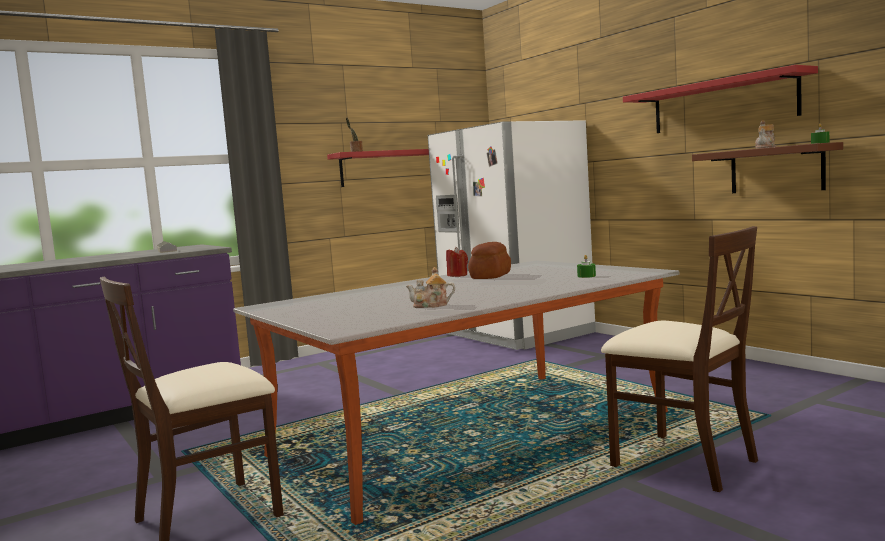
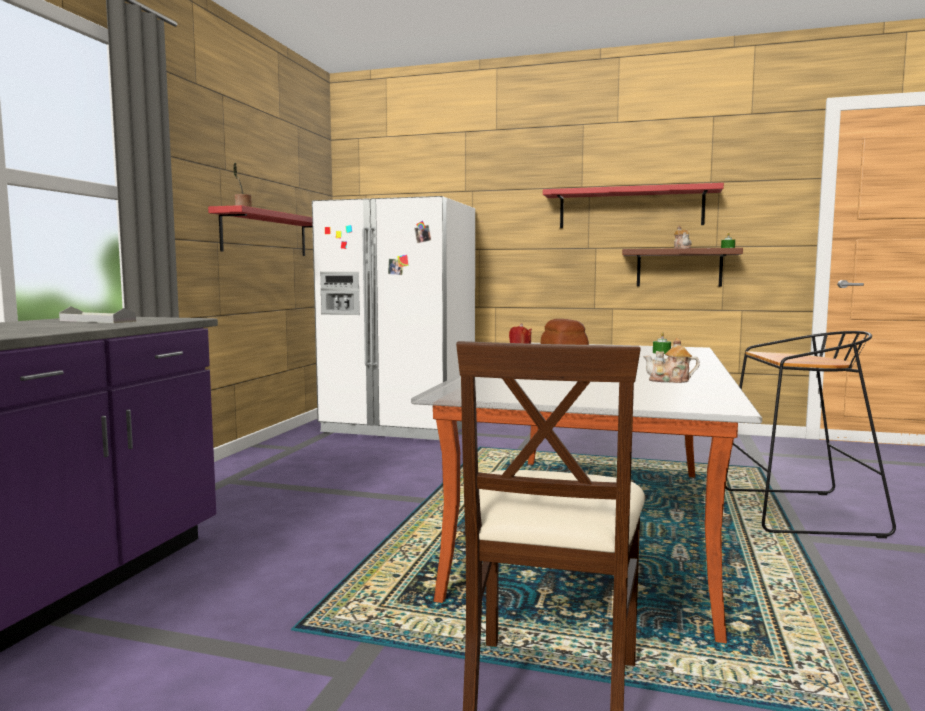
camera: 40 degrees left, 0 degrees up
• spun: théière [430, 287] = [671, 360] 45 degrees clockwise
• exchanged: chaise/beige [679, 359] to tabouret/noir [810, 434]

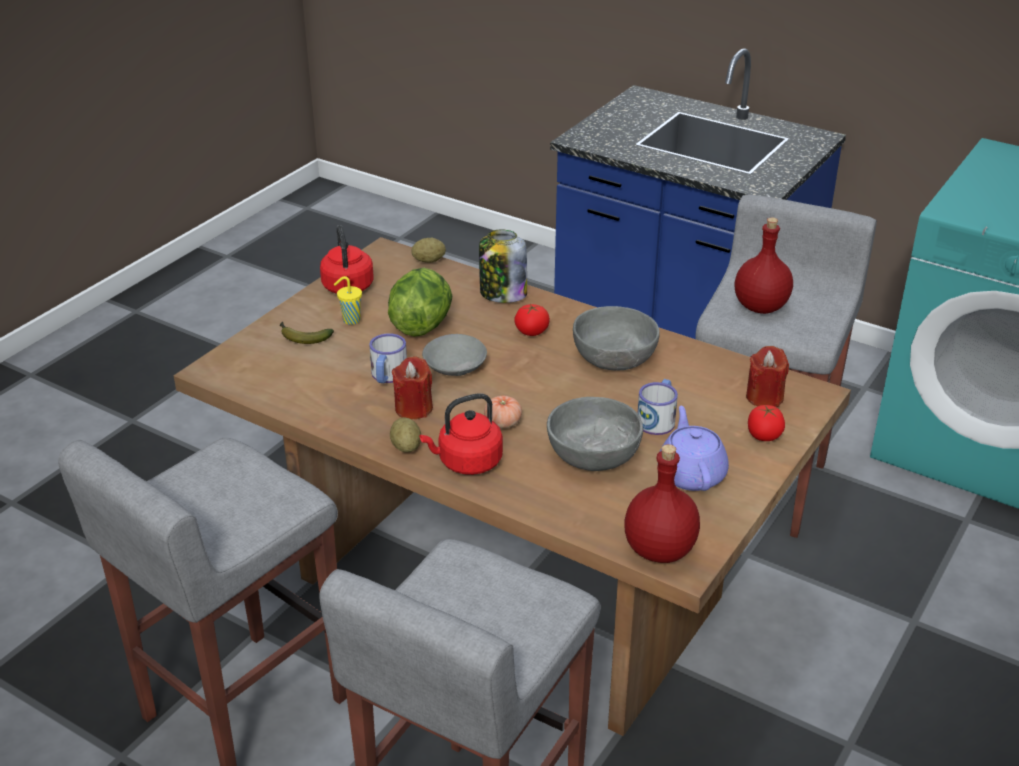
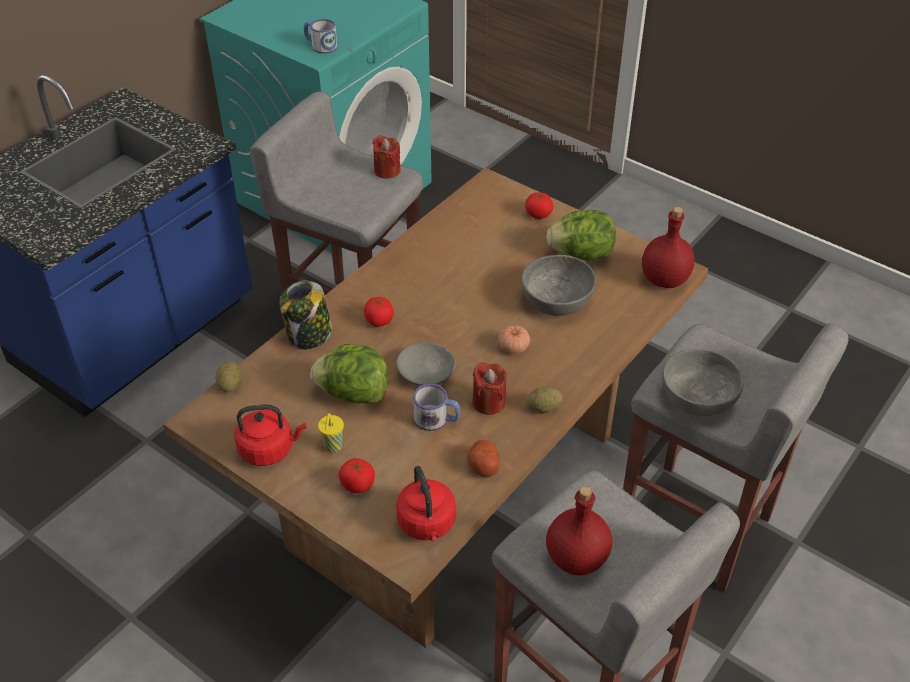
camera: 85 degrees left, 10 degrees up
• relocated: mug [658, 407] to [320, 36]
• exchanged: banane [307, 333] to tomate [357, 475]
• relocated: bougie/rouge [767, 376] to [387, 157]
• relocated: bouilloire/rouge [461, 434] to [426, 503]
• appeared: pomme de terre [483, 458]
• exchanged: théière/violet [694, 448] to laitue [581, 235]
• relocated: bouteille/rouge [764, 266] to [579, 530]
• relocated: bol/gris [616, 338] to [703, 382]

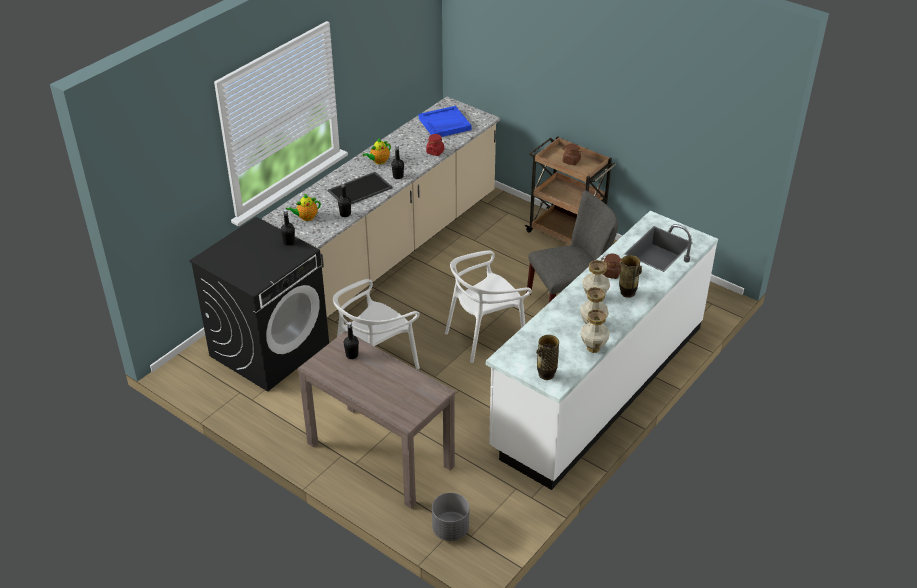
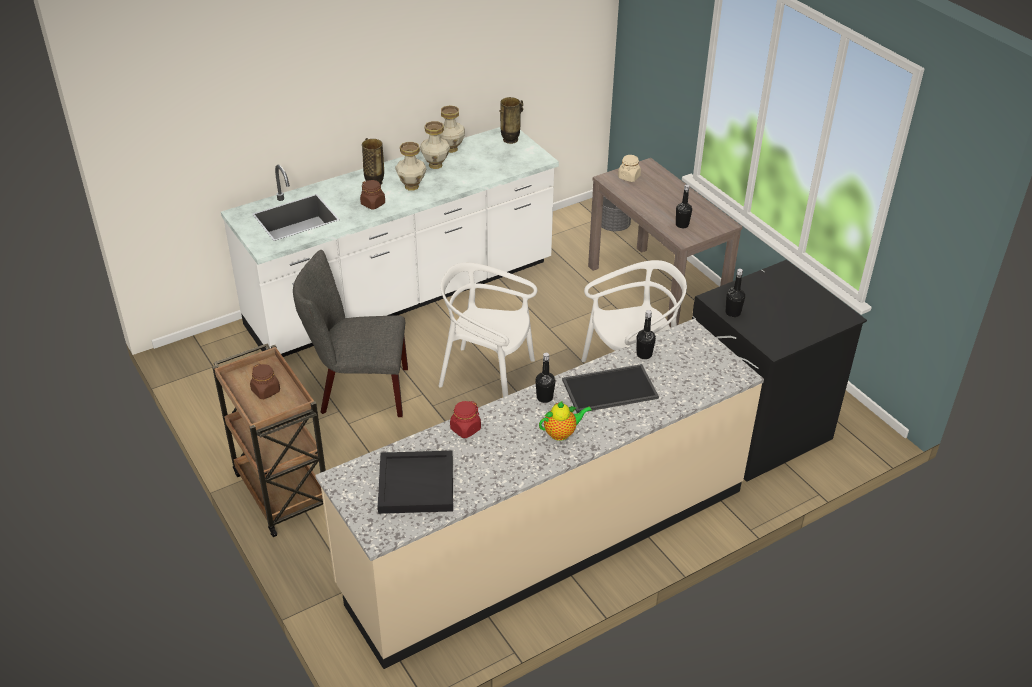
camera: 160 degrees left, 0 degrees up
• colour: plateau/bleu [445, 121] to plateau/noir [415, 482]
• spun: chaise/blanc [488, 307] = [488, 330] 150 degrees counterclockwise
• appeared: bocal/beige [629, 168]
• missing: théière [303, 207]

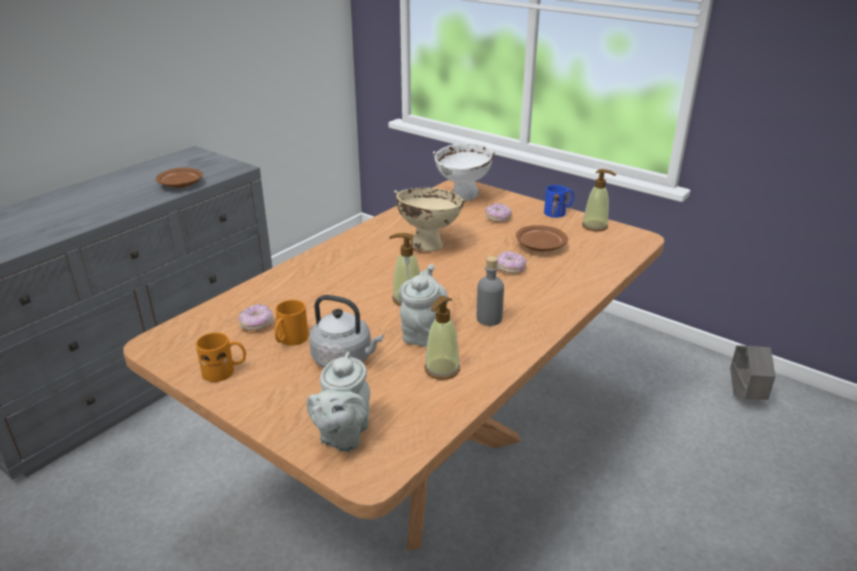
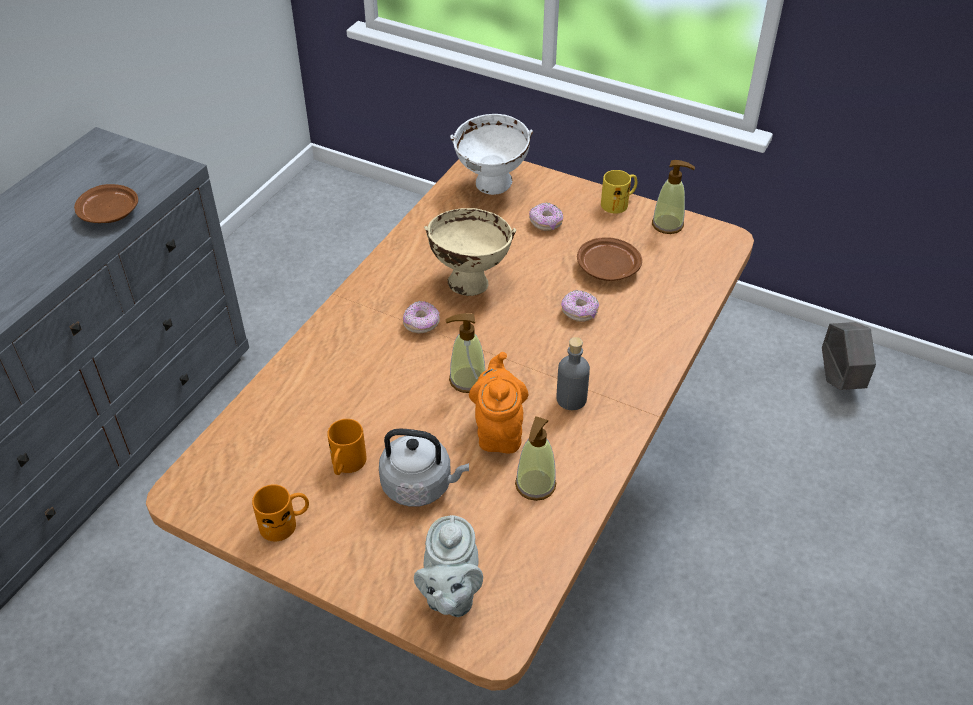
camera: 10 degrees left, 15 degrees up
• relocated: beignet [255, 317] to [421, 317]
• colour: théière/gris [423, 305] to théière/orange [498, 402]
• colour: mug/bleu [559, 201] to mug/jaune [619, 192]

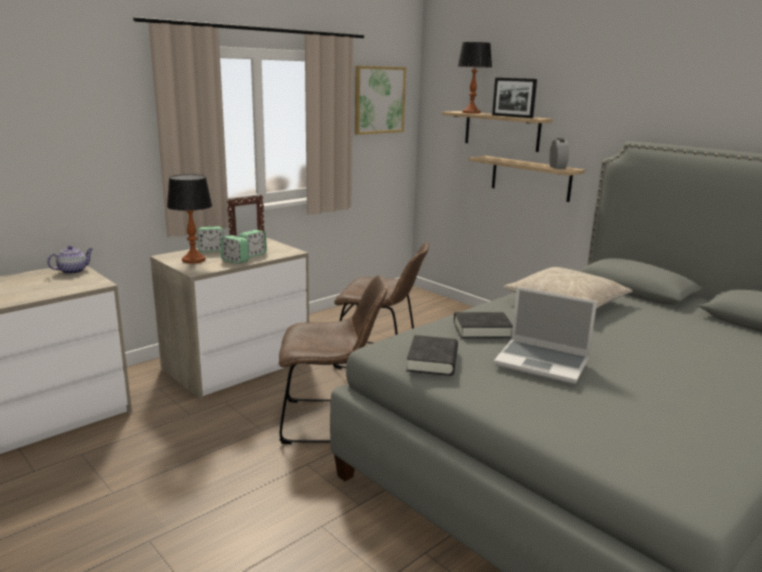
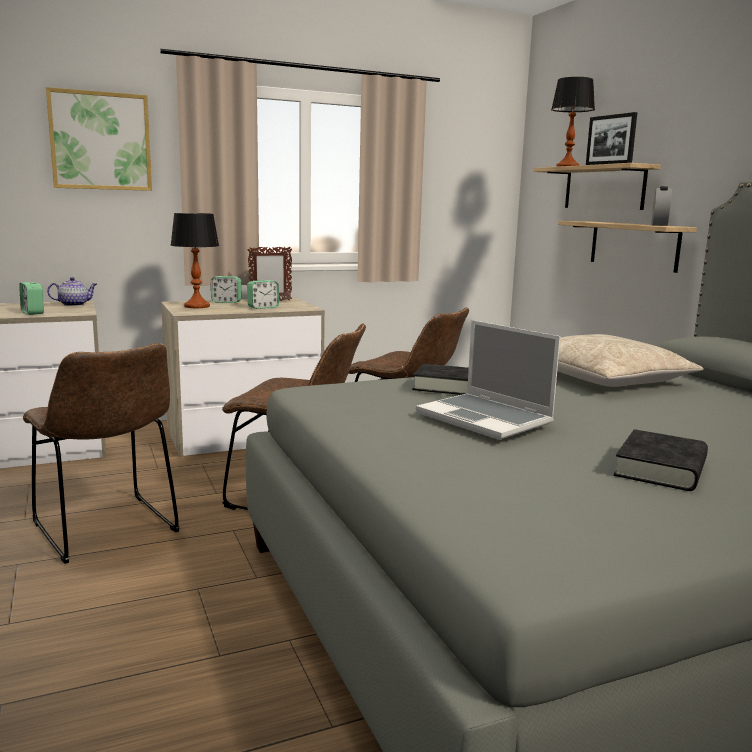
camera: 20 degrees right, 5 degrees down
• relocated: réveil [235, 249] to [31, 298]
• appeared: chaise/marron [101, 453]
• relocated: tableau [380, 100] to [99, 139]
• relocated: livre/noir [432, 355] to [661, 460]

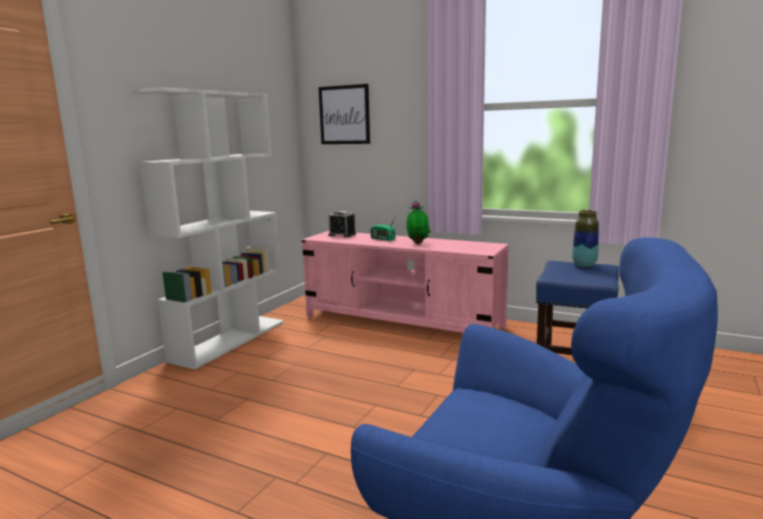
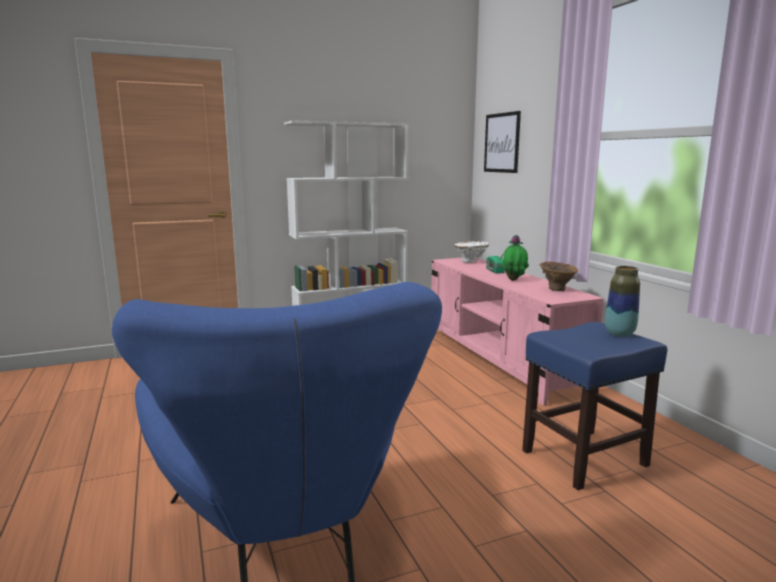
camera: 40 degrees right, 0 degrees up
• exchanged: réveil [342, 224] to vase/blanc [472, 252]
• appeared: vase/marron [559, 276]

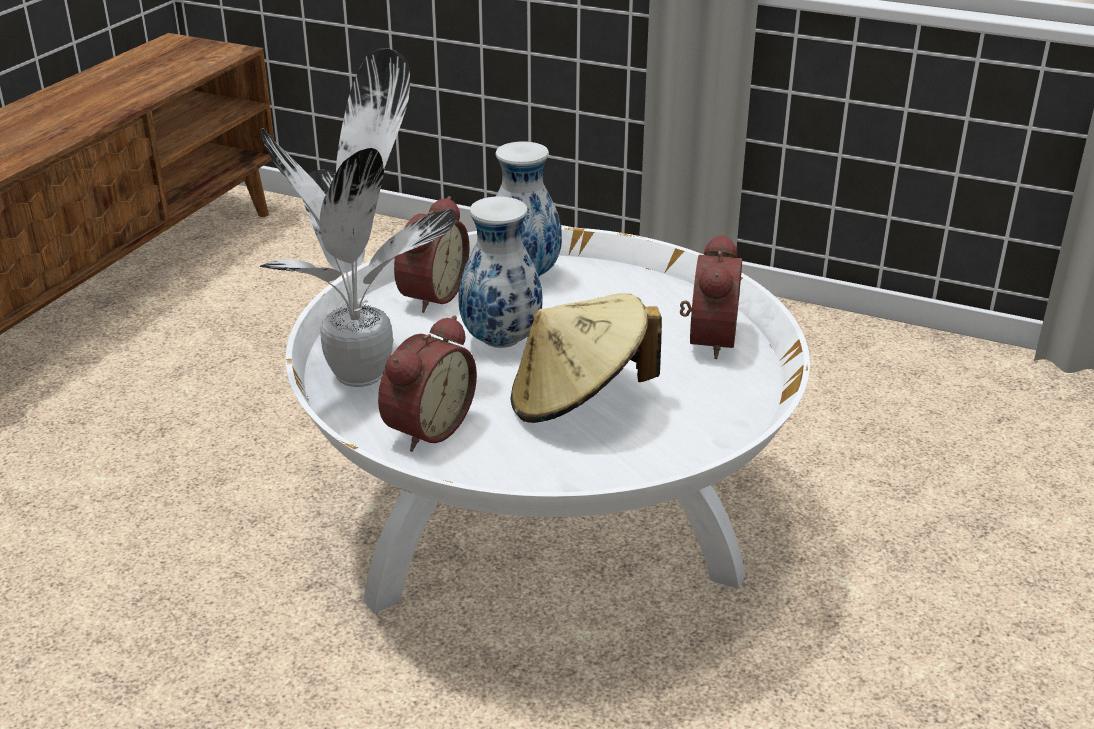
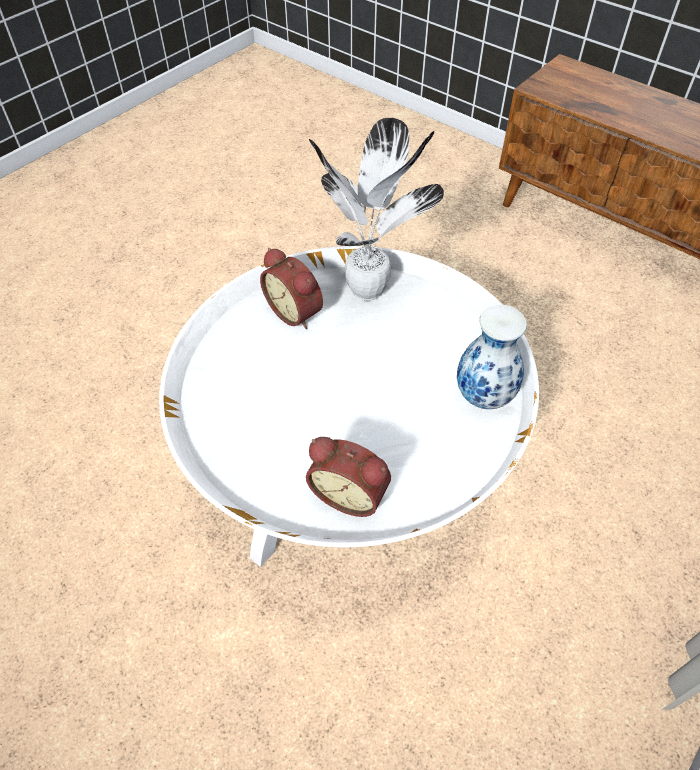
camera: 105 degrees right, 20 degrees up
• missing: réveil [431, 254]
• missing: vase [500, 272]
• missing: chapeau/beige [586, 358]

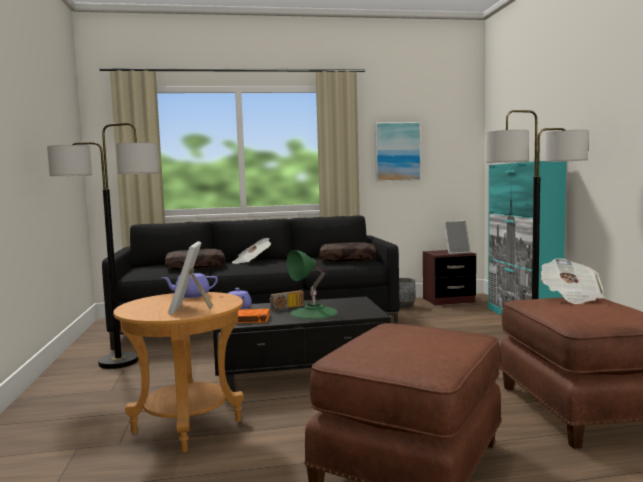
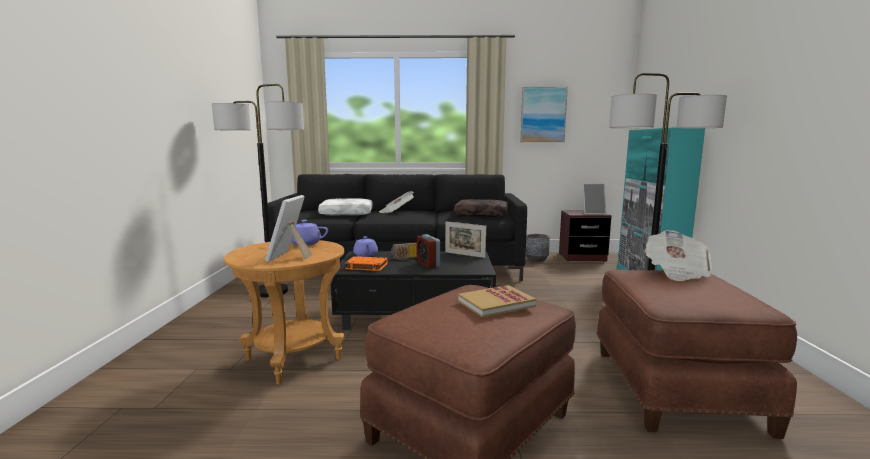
camera: 10 degrees right, 5 degrees up
• colour: coussin/marron [195, 259] to coussin/blanc [345, 207]
• exchanged: lampe de table/vert [312, 284] to réveil [428, 251]
• appeared: cadre photo [465, 240]
• appeared: livre [496, 301]

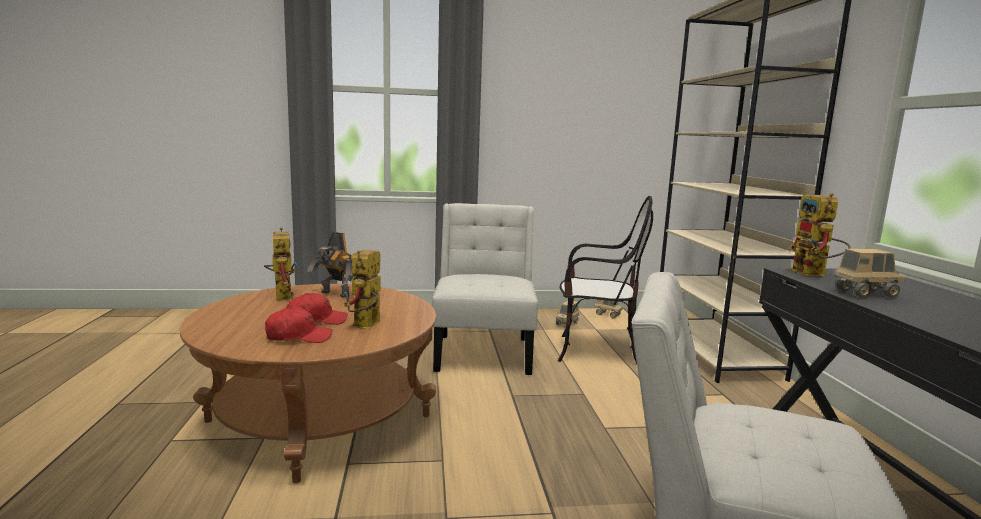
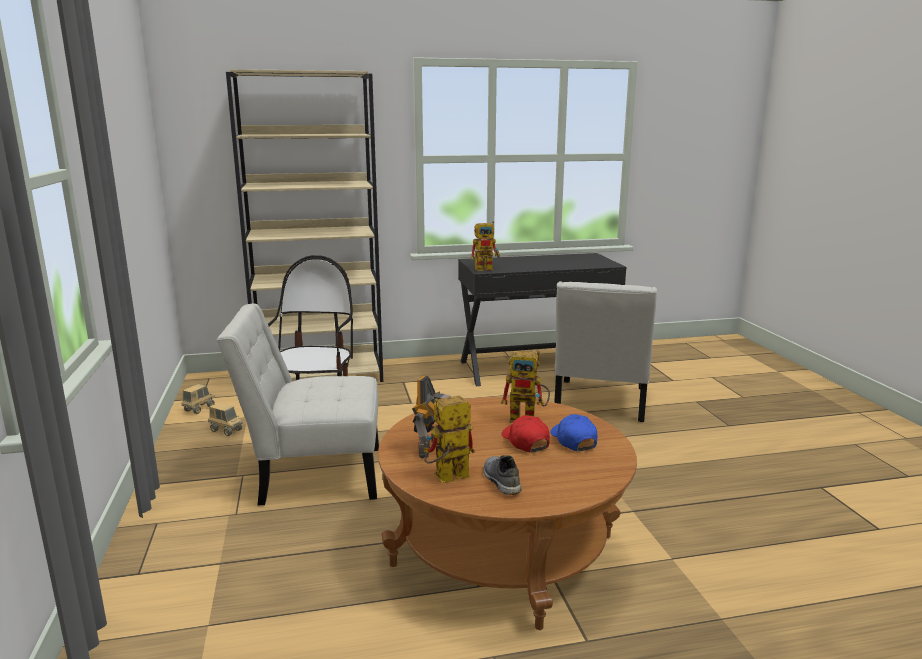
camera: 95 degrees left, 5 degrees up
• appeared: chaussure/gris [503, 475]
• colour: casquette/rouge [299, 325] to casquette/bleu [573, 432]
• missing: camion jouet [869, 273]

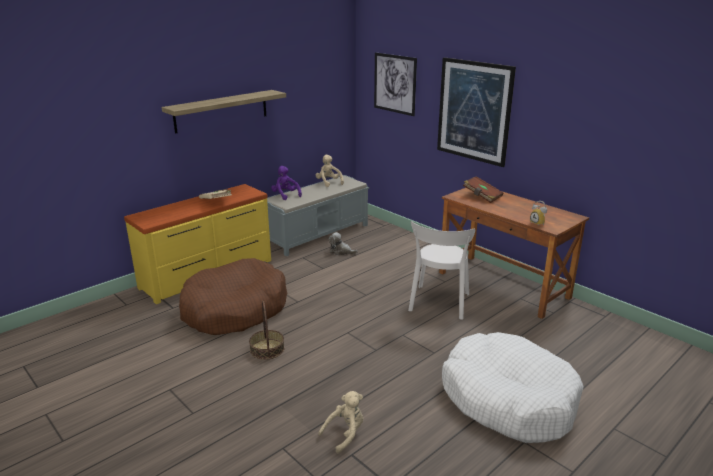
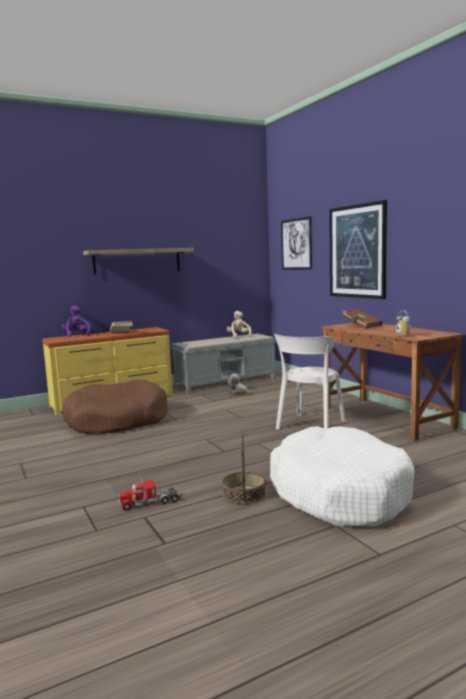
camera: 15 degrees right, 15 degrees down
• relocated: peluche/violet [286, 183] to [76, 321]
• exchanged: peluche/beige [340, 422] to camion jouet [149, 494]
• relocated: panier [266, 330] to [244, 466]

